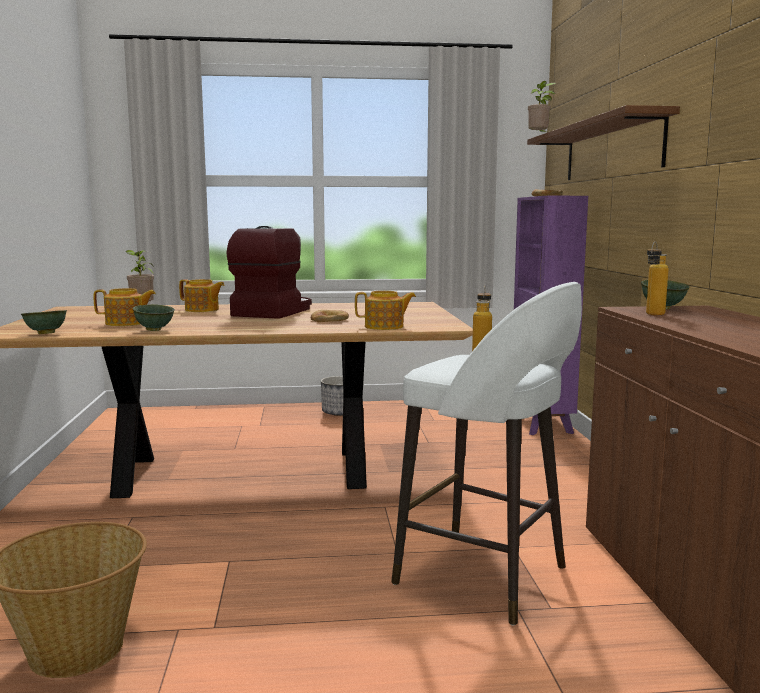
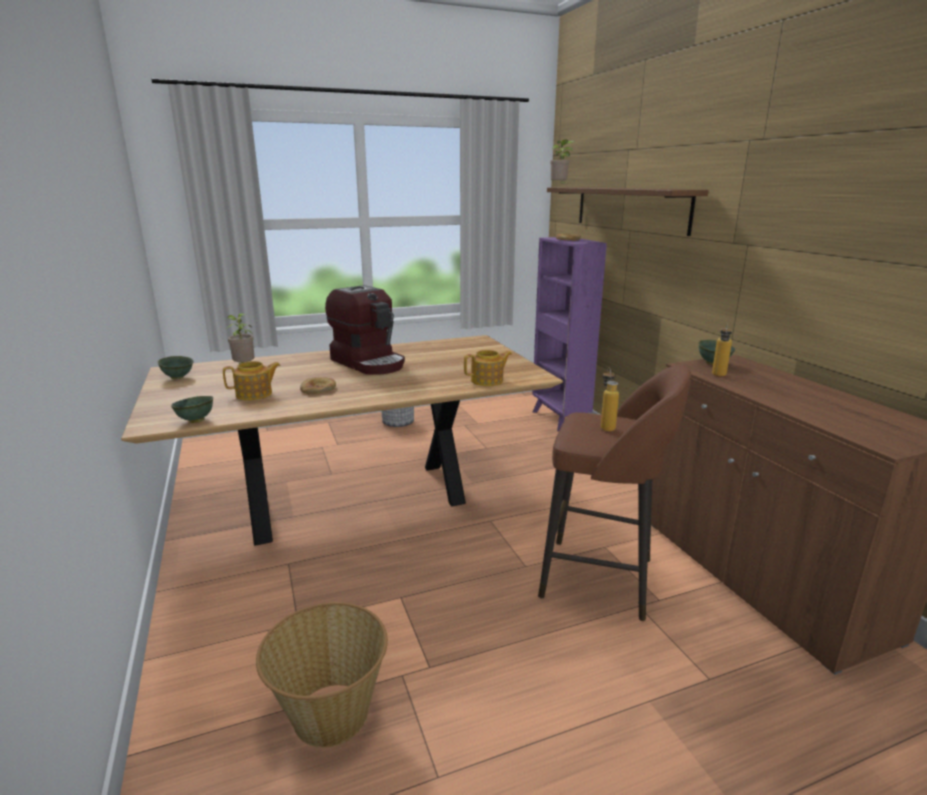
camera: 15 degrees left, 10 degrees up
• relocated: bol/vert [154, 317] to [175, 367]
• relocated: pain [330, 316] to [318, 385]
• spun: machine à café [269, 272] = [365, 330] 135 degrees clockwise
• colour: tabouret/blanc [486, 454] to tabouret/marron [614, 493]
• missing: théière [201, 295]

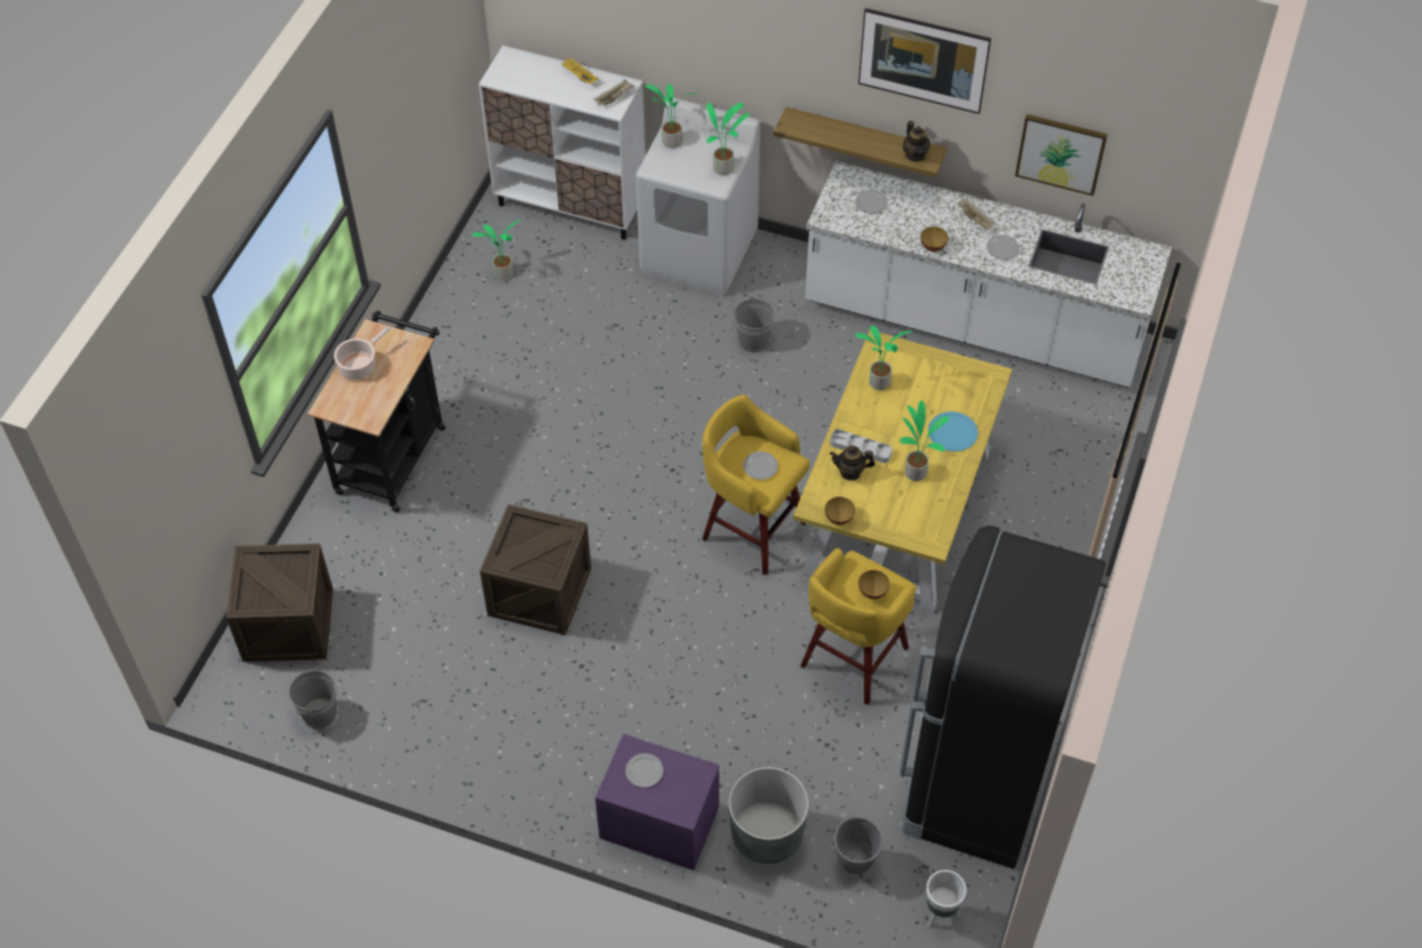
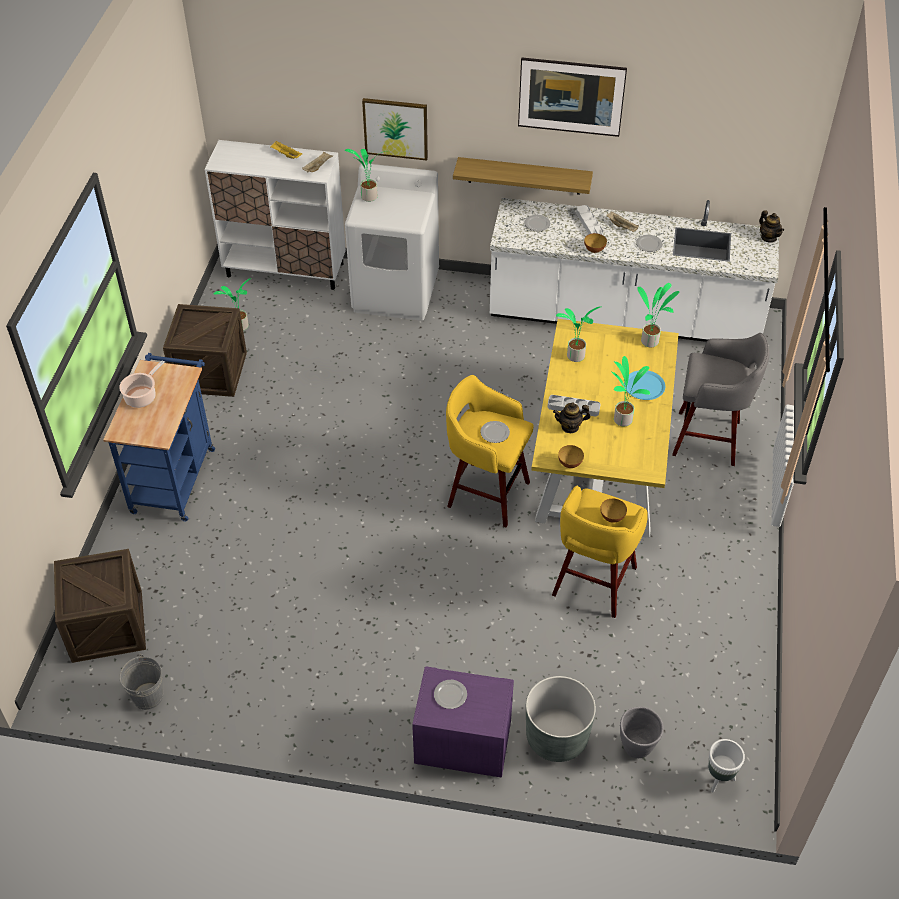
camera: 10 degrees left, 5 degrees down
• colour: chariot/noir [377, 412] to chariot/bleu [159, 437]
• relocated: caisse [535, 569] to [205, 350]
• relocated: tableau [1061, 155] to [395, 129]
• appeared: plateau/gris [590, 220]
• relocated: plante en pot [728, 138] to [658, 315]
• appeared: tabouret/gris [720, 399]
• relocated: théière [916, 141] to [771, 226]
• missing: seau/gris [754, 325]
• missing: réfrigérateur/noir [1002, 697]

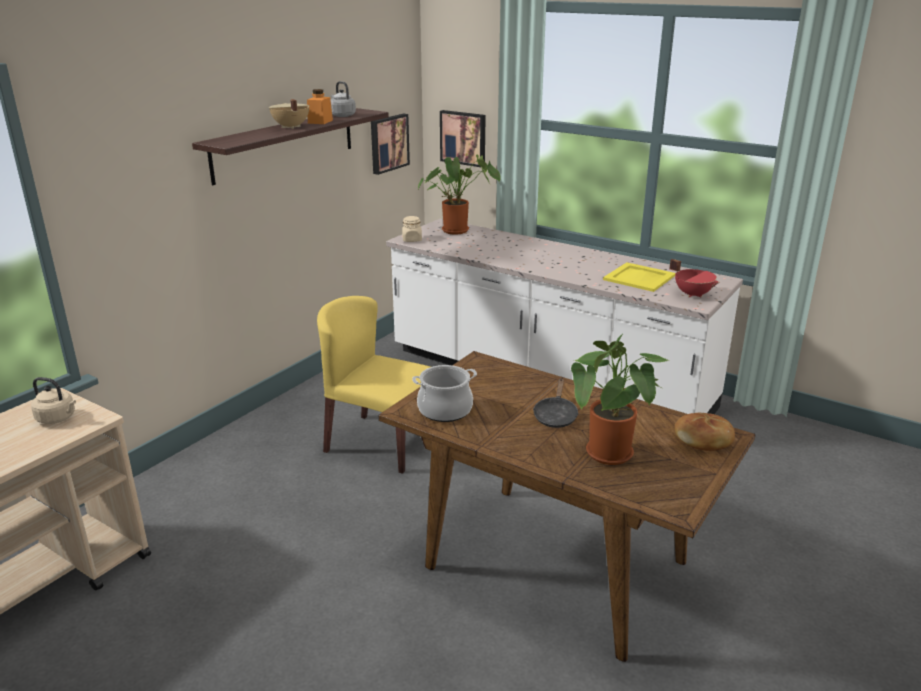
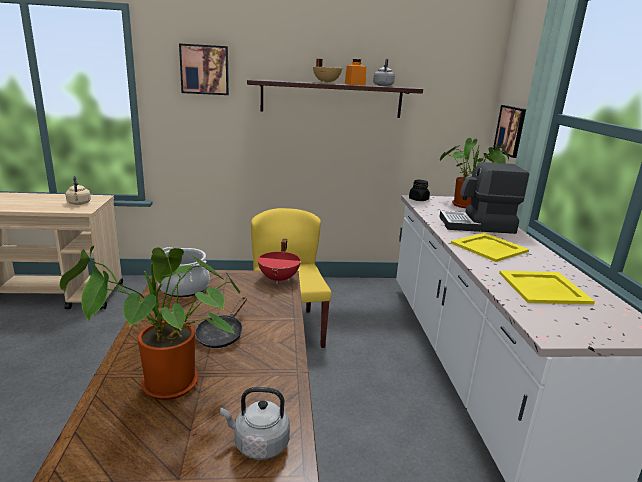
camera: 50 degrees right, 5 degrees down
• relocated: tableau [390, 144] to [204, 69]
• spun: poêle/noir [556, 403] = [221, 322] 45 degrees counterclockwise
• exchanged: pain [704, 432] to bouilloire/gris [255, 423]
• relocated: marmite/rouge [694, 278] to [279, 261]
• colour: bocal/beige [412, 229] to bocal/noir [419, 190]
• appeared: machine à café [484, 198]
• appeared: plateau/jaune [490, 247]

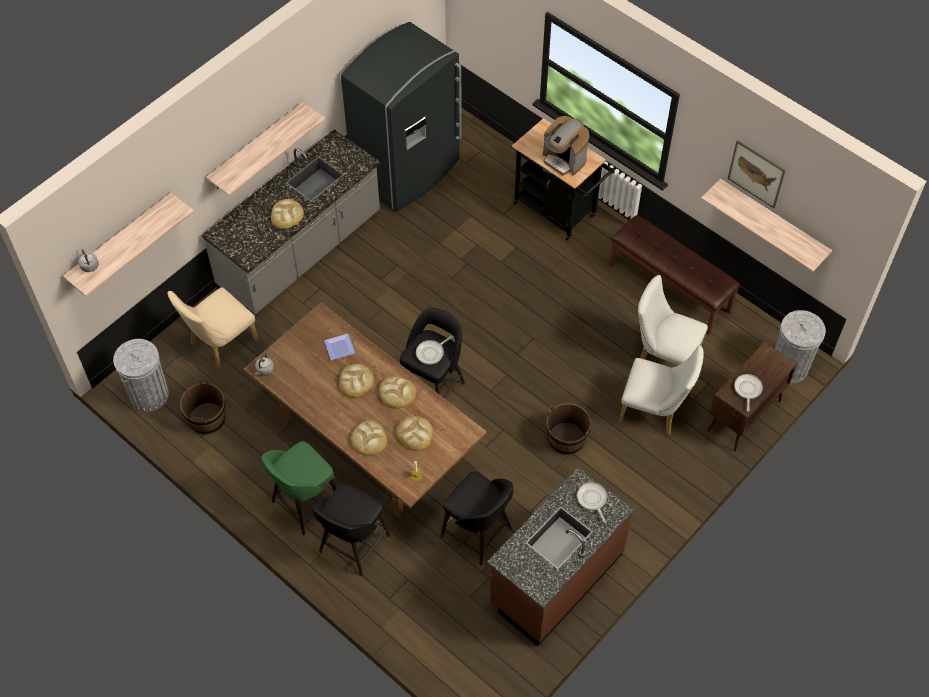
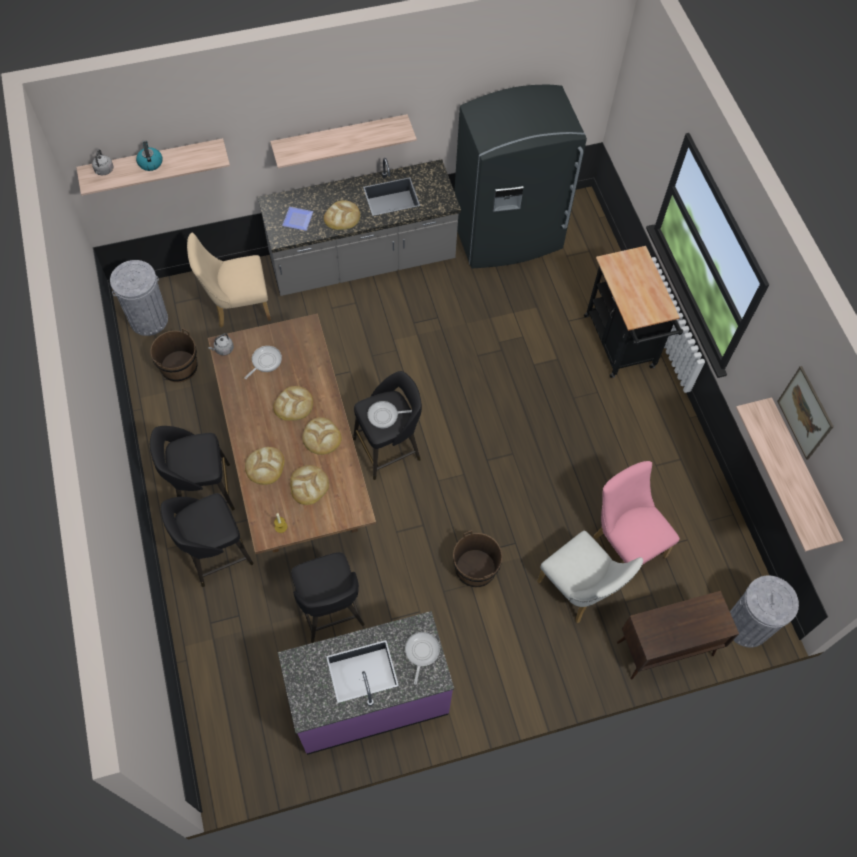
camera: 30 degrees right, 5 degrees up
• appeared: bouilloire [149, 156]
• colour: tabouret/vert [299, 488] to tabouret/noir [192, 468]
• relocated: poêle [748, 393] to [263, 362]
• colour: comptoir de cuisine/marron [560, 557] to comptoir de cuisine/violet [366, 683]
• relocated: assiette [339, 347] to [297, 219]
• colour: chaise/blanc [673, 320] to chaise/rose [636, 512]
• missing: machine à café [566, 146]
• missing: banc/marron [674, 274]

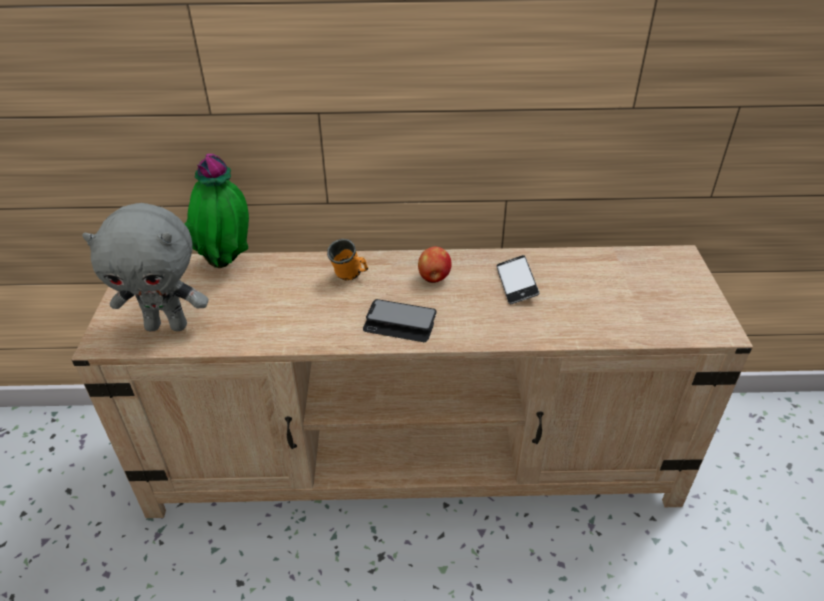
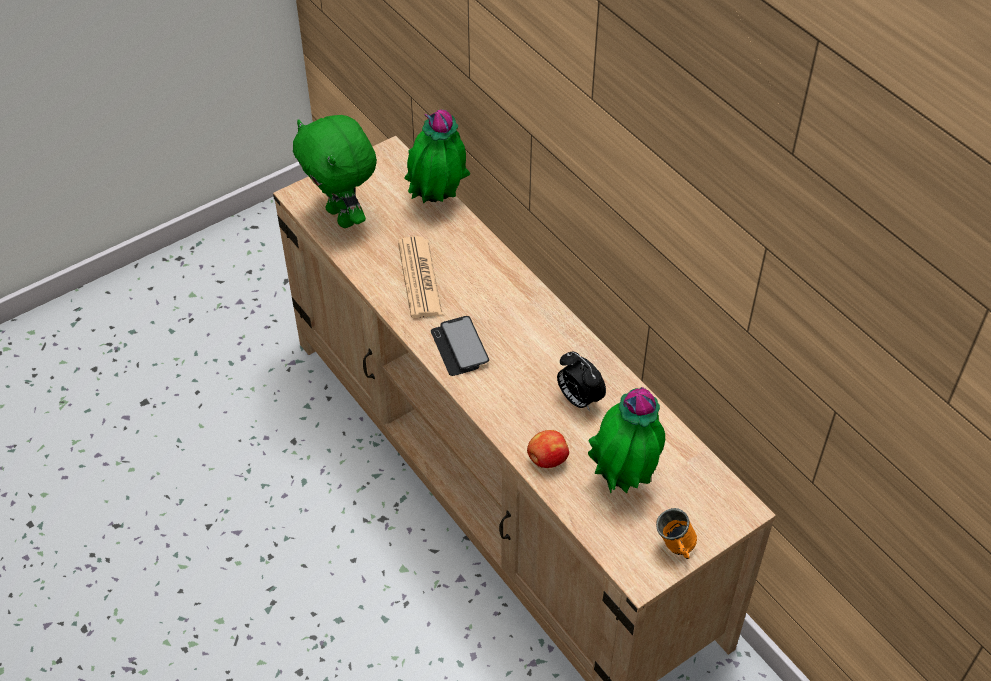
camera: 55 degrees right, 10 degrees up
• colour: peluche/gris [145, 267] to peluche/vert [335, 171]
• appeared: journal [420, 277]
• relocated: pomme [435, 265] to [548, 449]
• exchanged: téléphone [517, 279] to réveil [581, 382]
• appeared: plante en pot [626, 440]
• relocated: mug/orange [347, 260] to [676, 533]

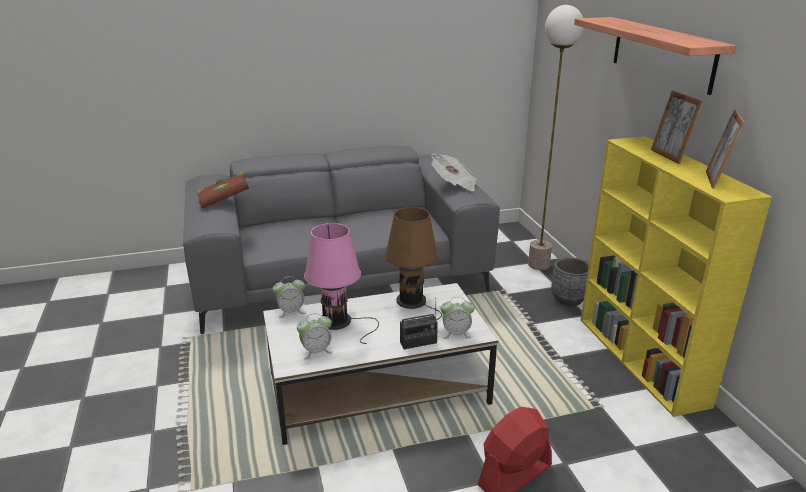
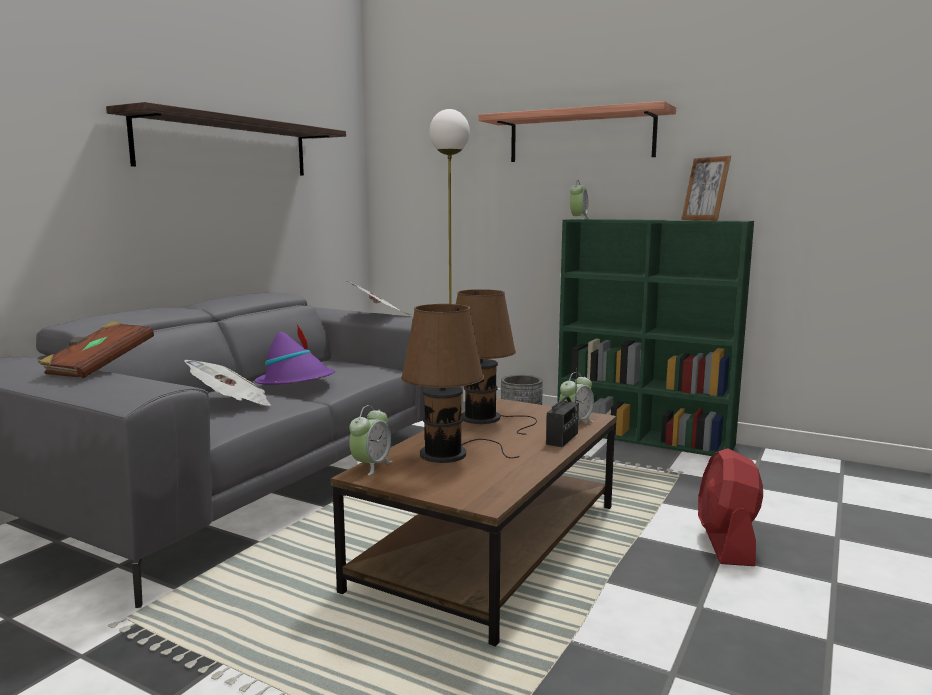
camera: 45 degrees left, 15 degrees down
• appeared: étagère [226, 139]
• appeared: journal [227, 383]
• appeared: chapeau/violet [295, 354]
• colour: table basse/blanc [380, 364] to table basse/marron [473, 522]
• colour: lampe de table/rose [341, 283] to lampe de table/marron [460, 383]
• colour: bibliothèque/jaune [676, 276] to bibliothèque/vert [655, 337]
• relocated: réveil [315, 336] to [579, 199]
• missing: cadre photo [677, 127]

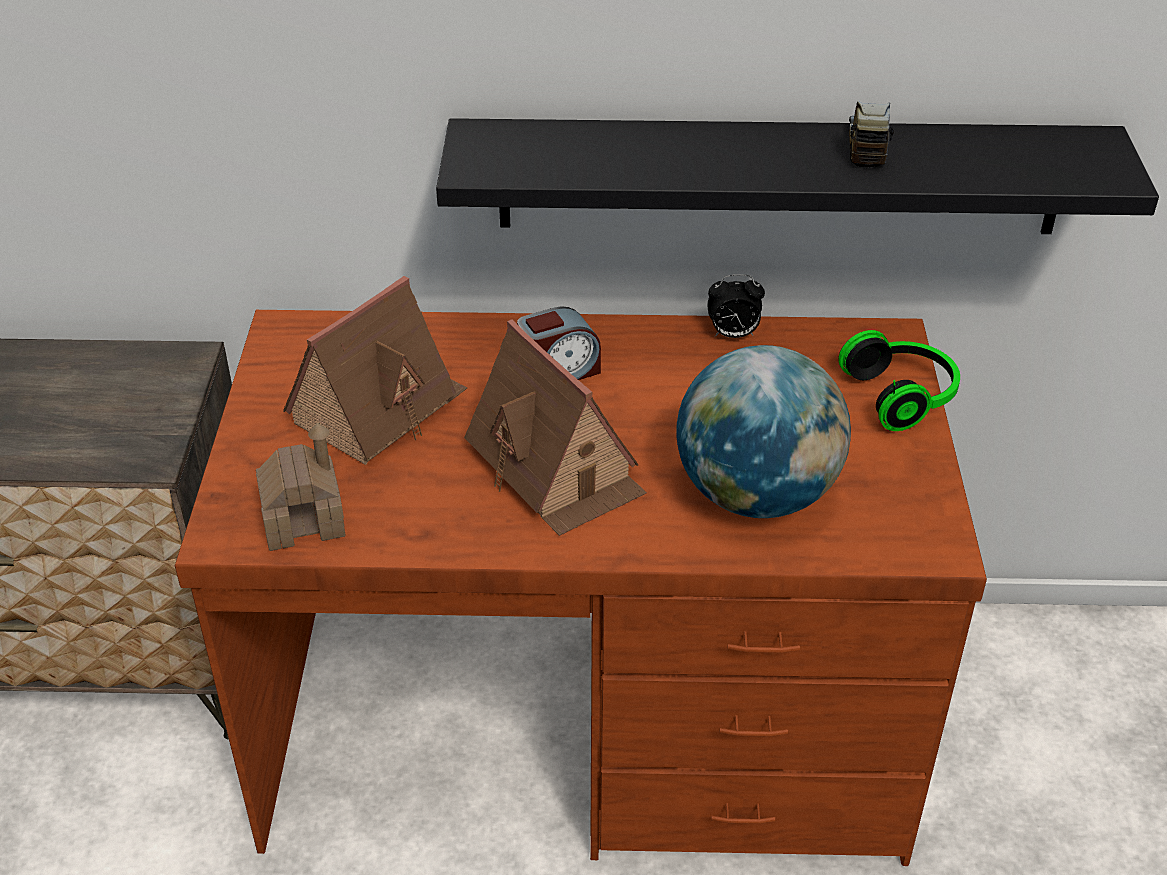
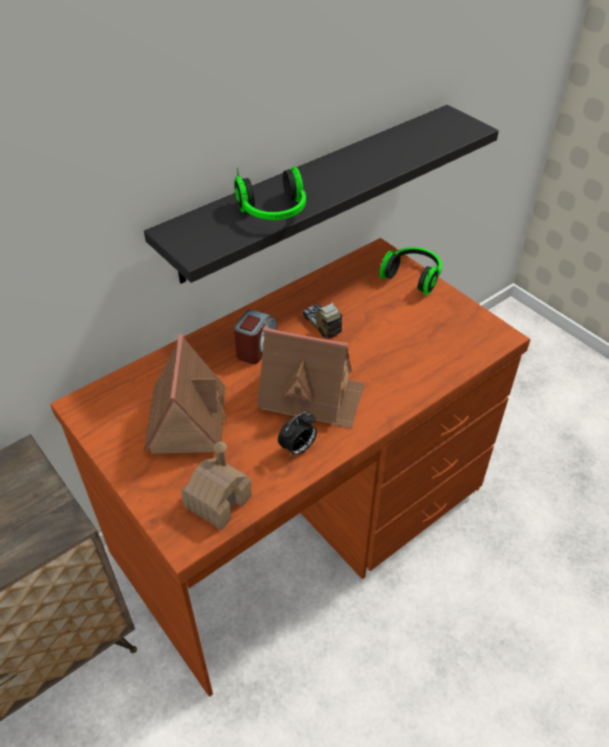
camera: 40 degrees left, 5 degrees up
• appeared: casque audio [270, 193]
• relocated: réveil [736, 306] to [297, 434]
• relocated: camion jouet [871, 134] to [322, 320]
• missing: globe [764, 431]

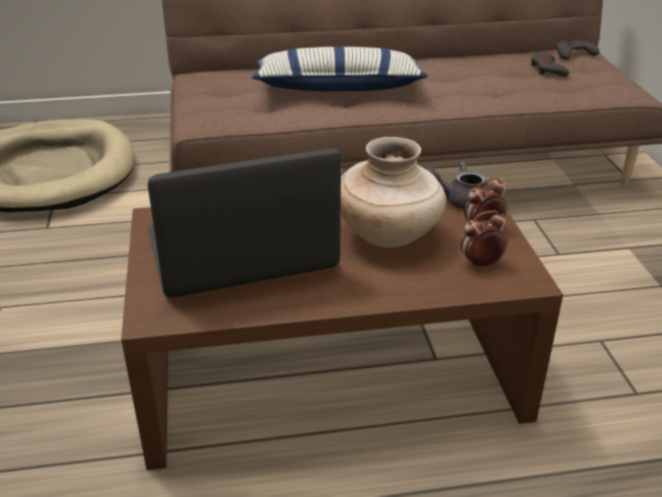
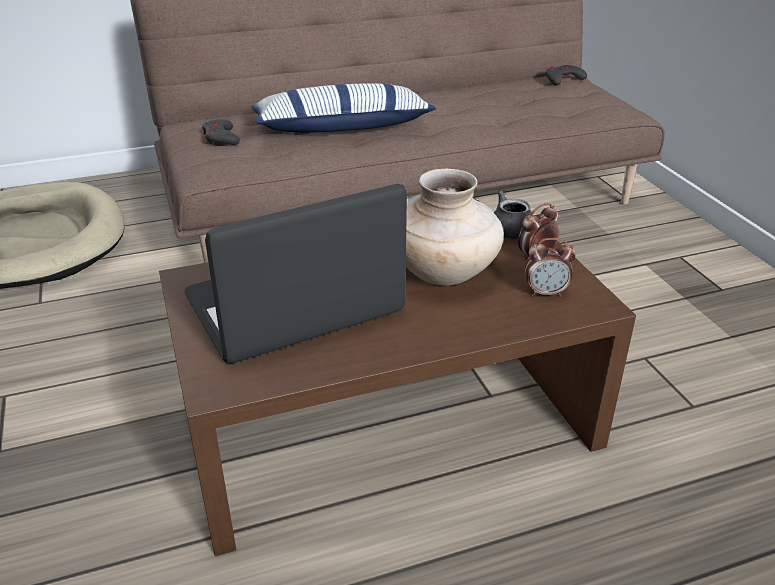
camera: 10 degrees left, 0 degrees up
• relocated: manette/gris [550, 65] to [221, 132]
• spun: réveil [484, 240] = [550, 267] 150 degrees counterclockwise

